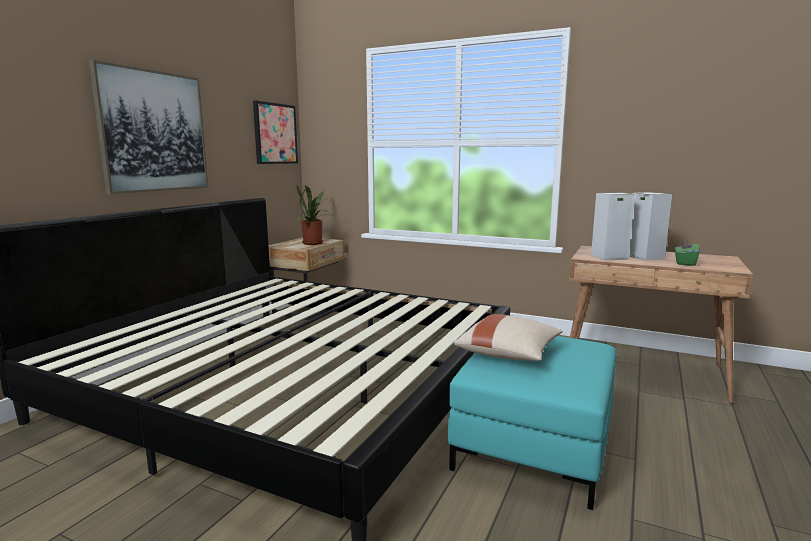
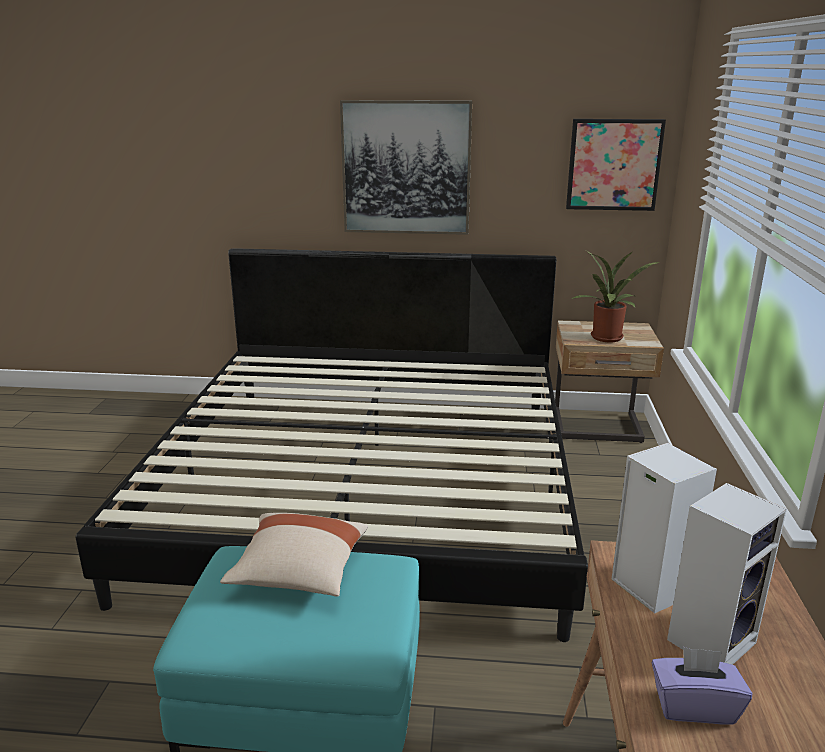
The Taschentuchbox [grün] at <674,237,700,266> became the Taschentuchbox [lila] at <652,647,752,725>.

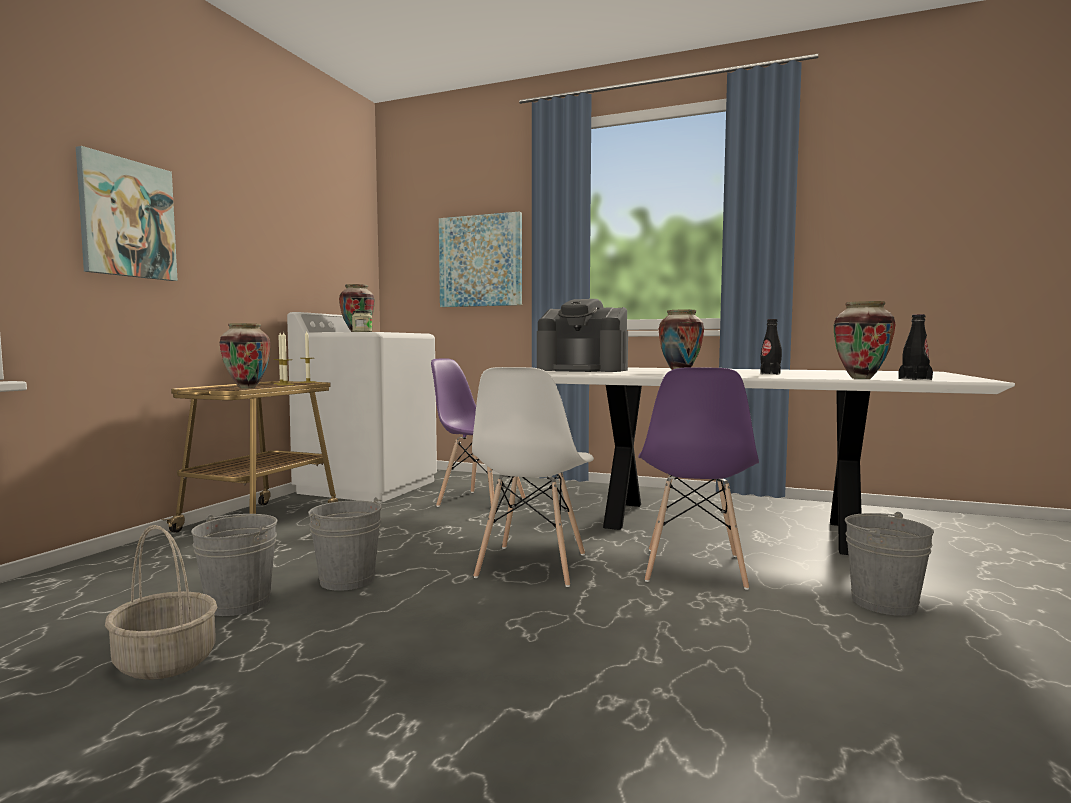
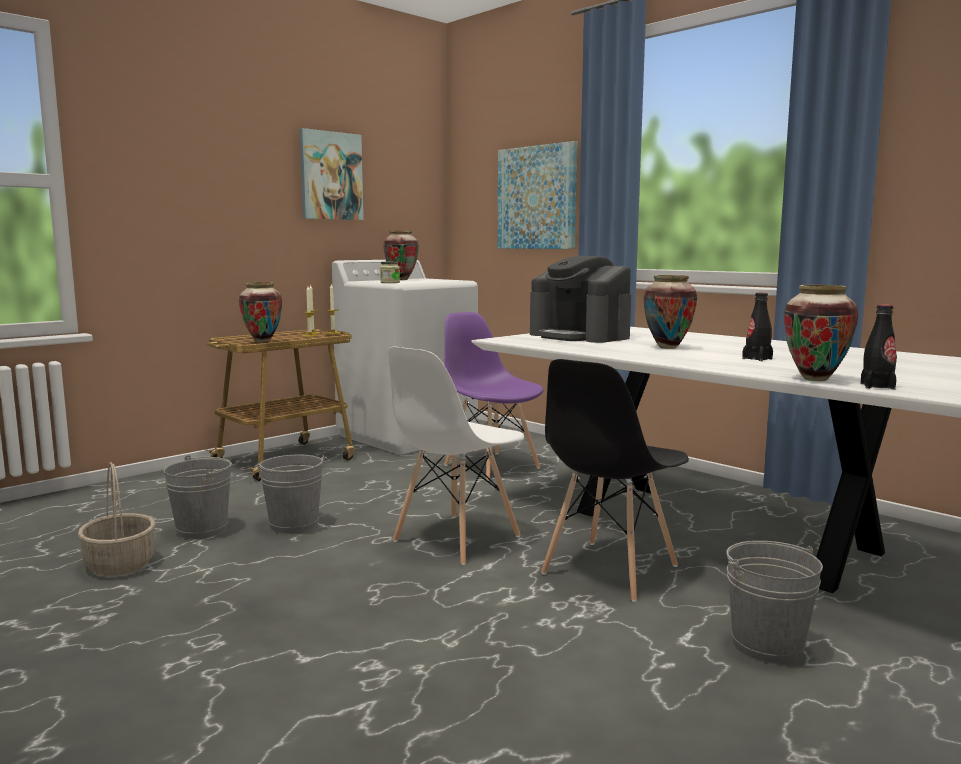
The Bild moved from <76,146,178,281> to <299,128,364,220>.
The Stuhl [lila] at <638,367,759,590> became the Stuhl [schwarz] at <541,359,689,602>.

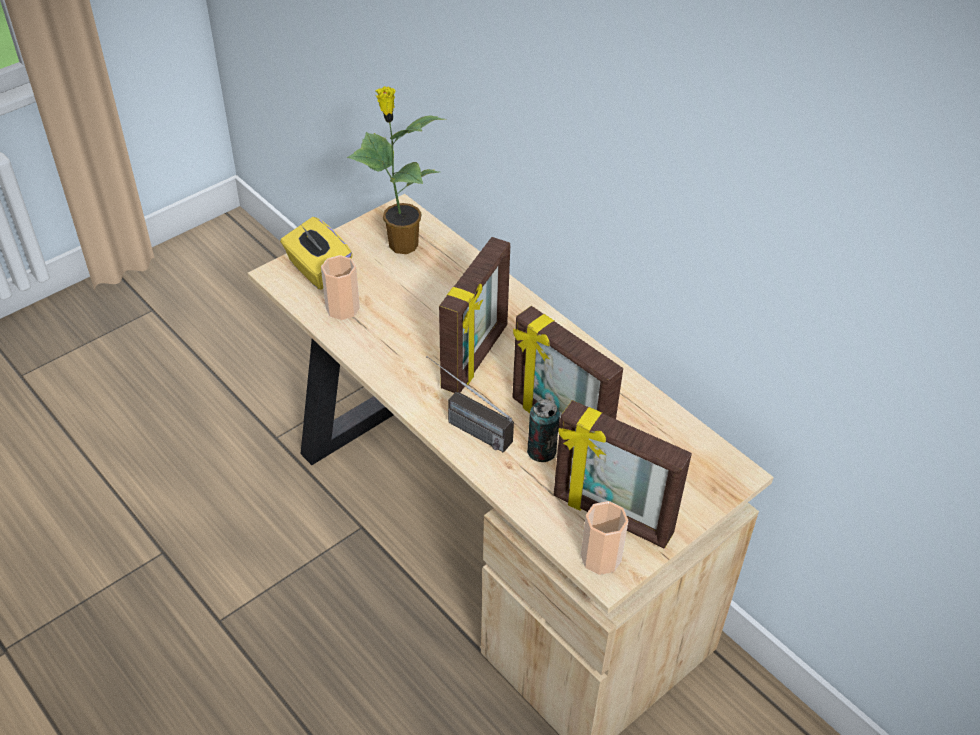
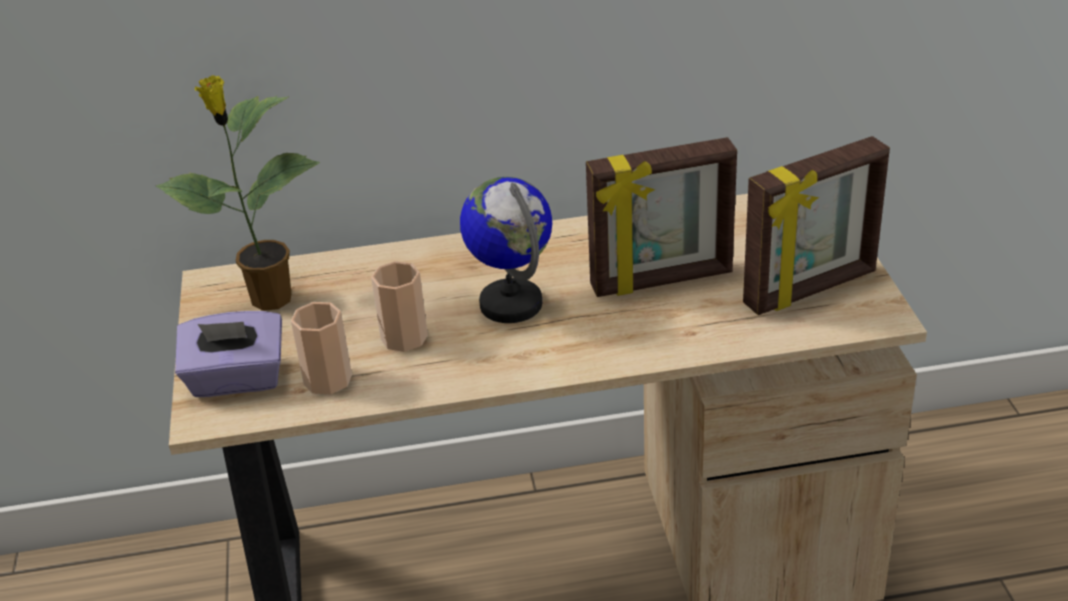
The Taschentuchbox [gelb] at <280,217,353,290> became the Taschentuchbox [lila] at <175,311,282,397>.
The Bilderrahmen at <439,237,510,393> was replaced by the Globus at <460,177,552,323>.
The Radio at <426,356,514,452> disappeared.
The Dose at <527,399,560,462> disappeared.
The Tasse moved from <581,501,628,575> to <371,261,428,352>.

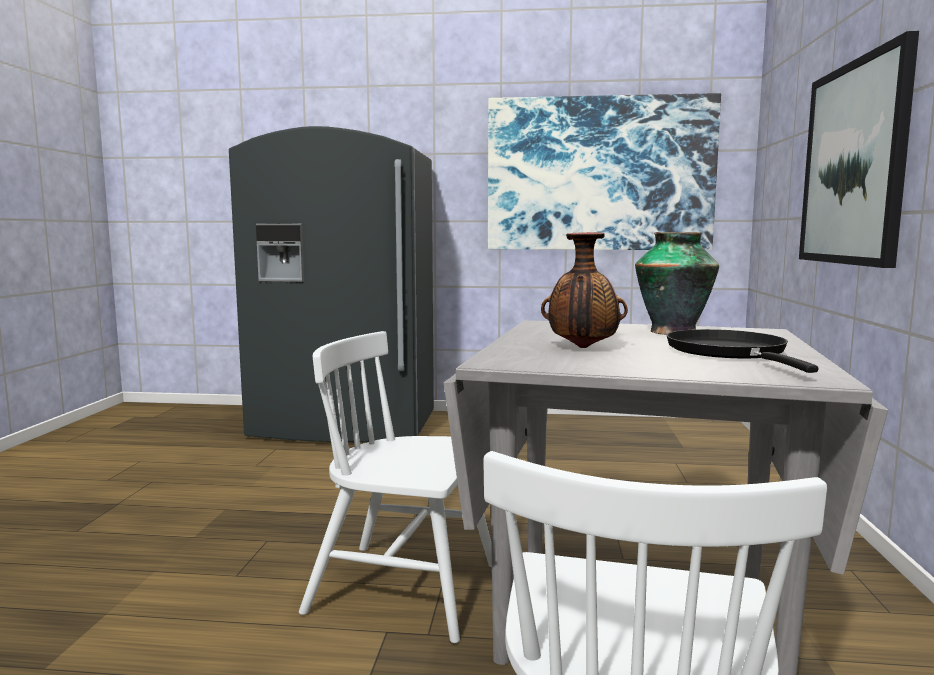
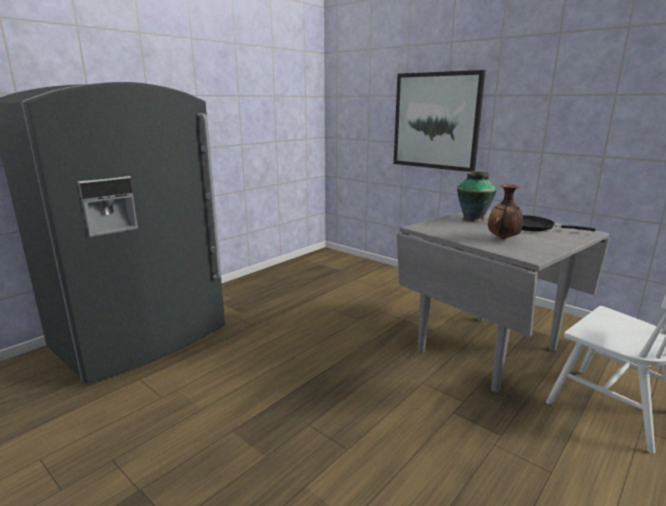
The Bild at <488,93,721,250> disappeared.
The Stuhl [weiß] at <299,331,492,643> disappeared.

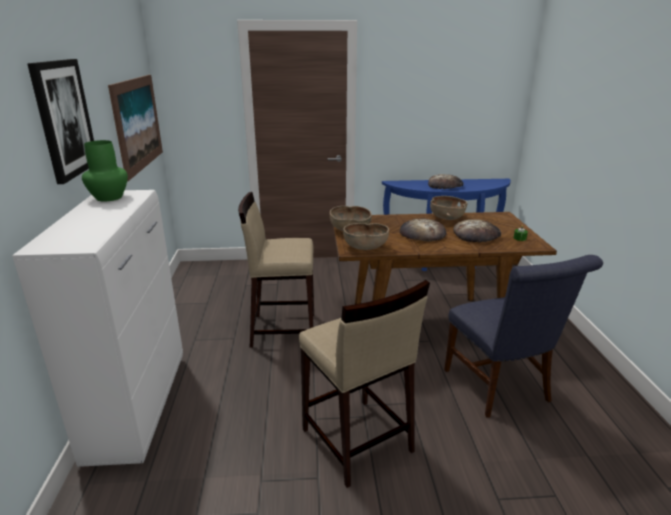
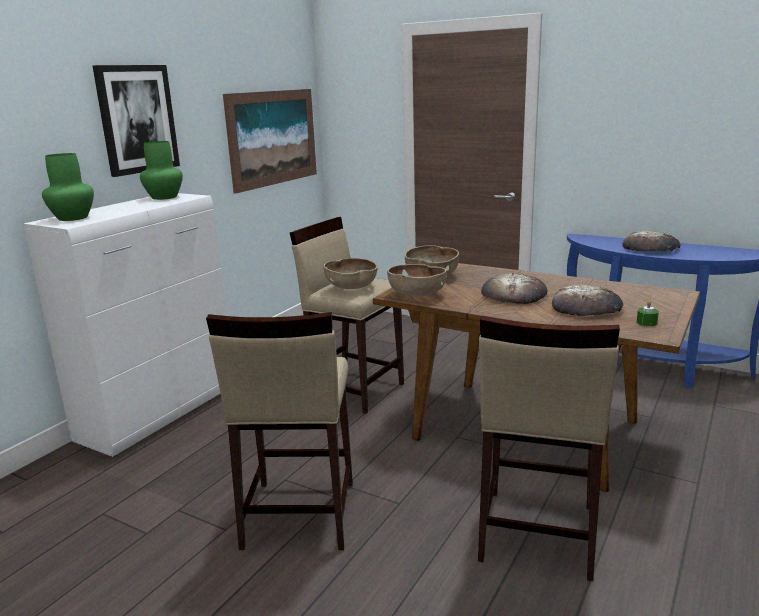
The Schüssel [braun] moved from <430,196,468,220> to <323,258,377,289>.
The Stuhl [blau] at <444,255,603,418> was replaced by the Hocker [beige] at <478,316,620,581>.
The Vase [grün] at <42,153,94,221> appeared.

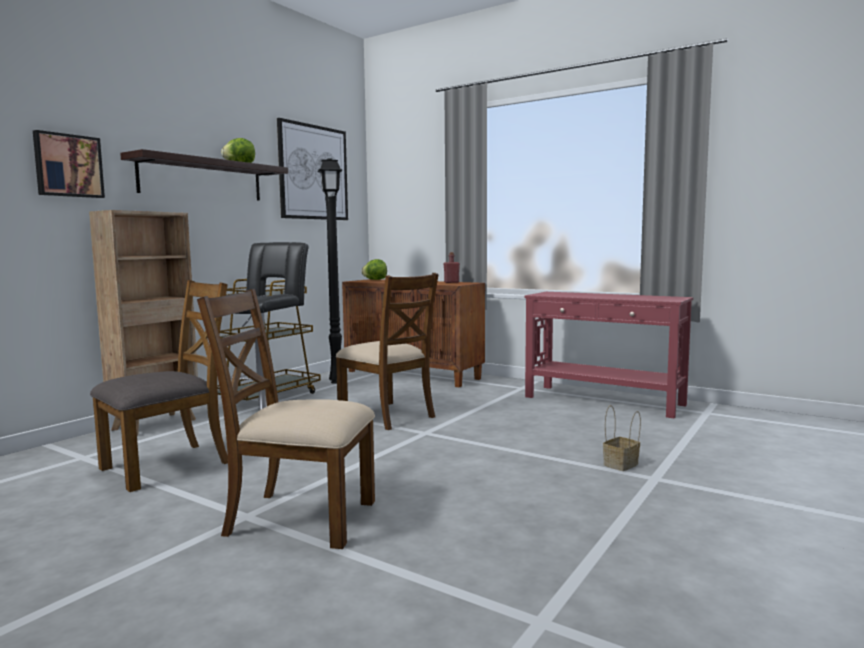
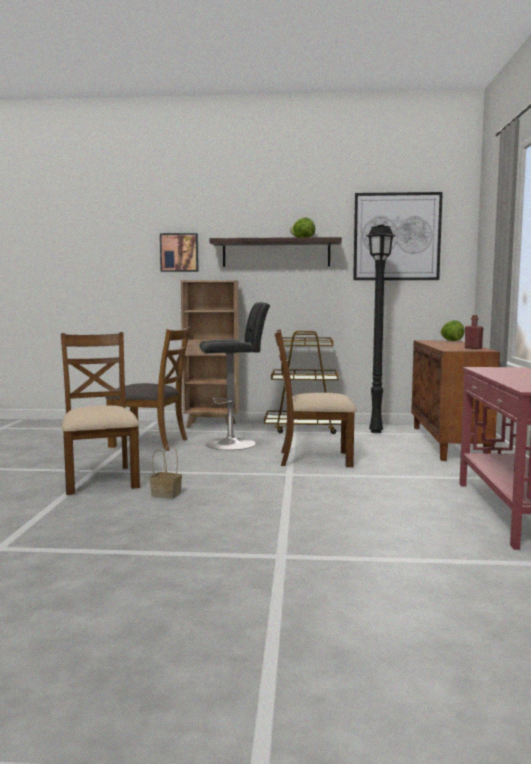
The Stuhl [braun] at <336,273,439,430> turned 75 degrees clockwise.
The Korb moved from <603,405,641,471> to <150,444,182,499>.

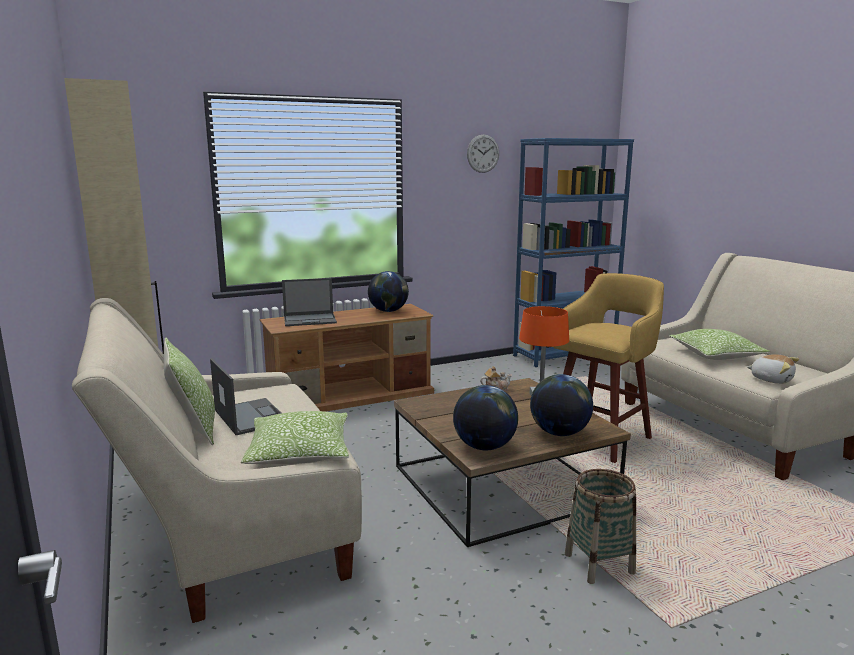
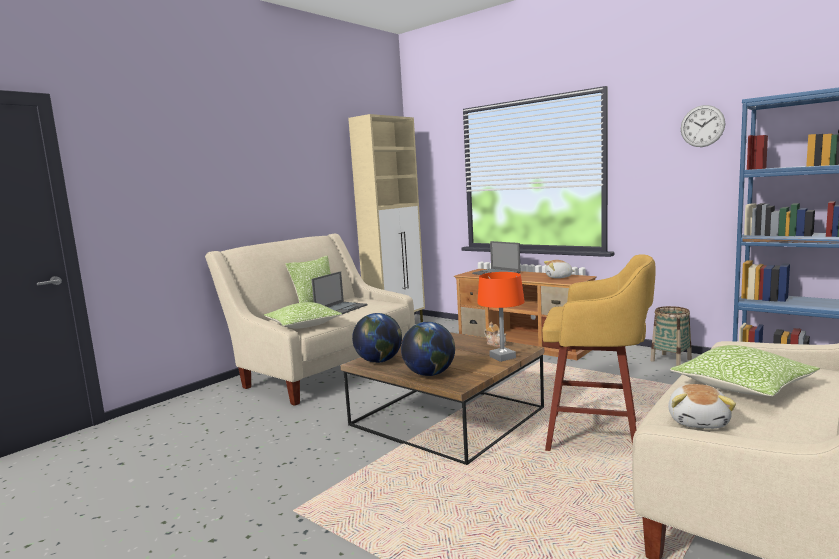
The Globus at <368,271,409,312> was replaced by the Plüschtier at <544,260,575,278>.
The Korb moved from <565,469,636,584> to <650,306,692,366>.

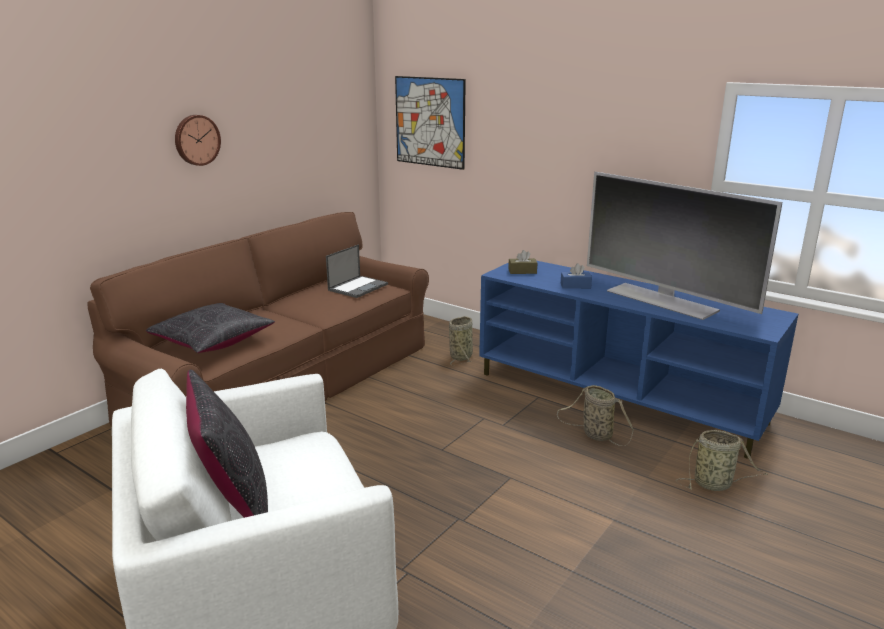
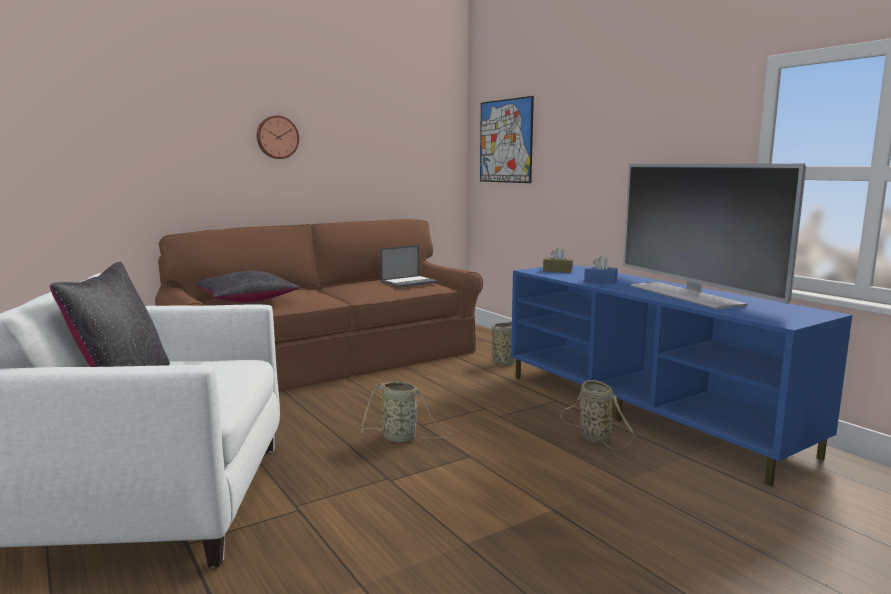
The Korb moved from <676,430,767,491> to <360,381,452,442>.

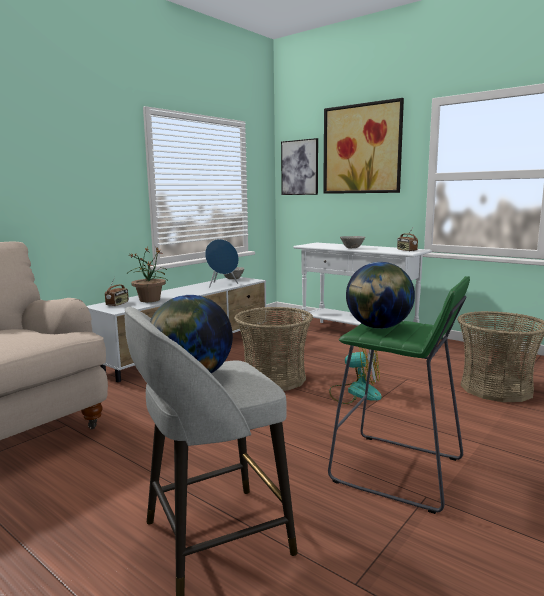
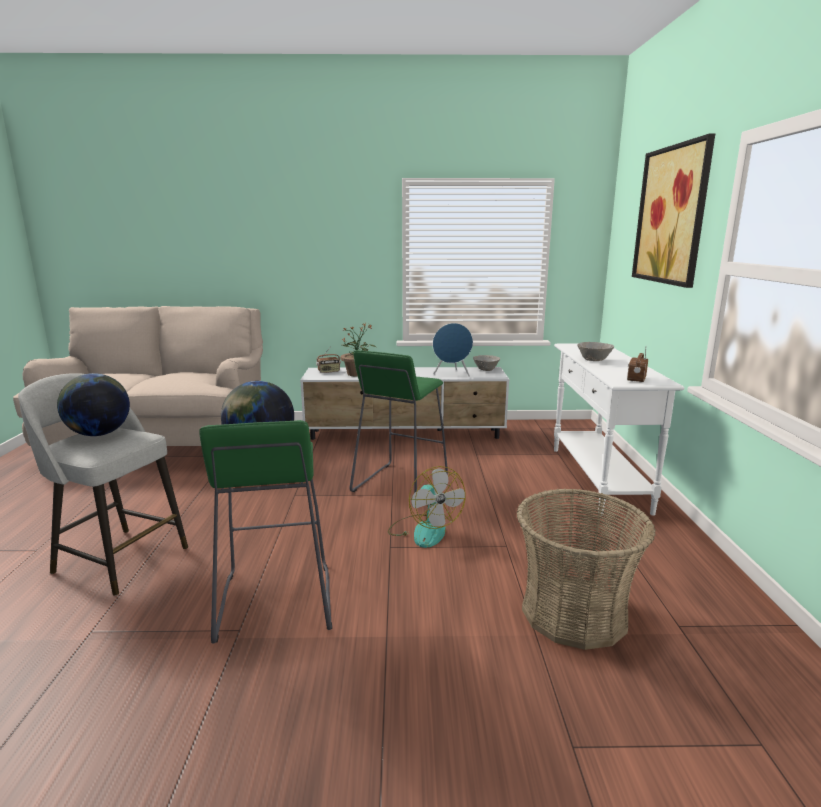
The Bild at <281,138,318,195> disappeared.
The Korb at <234,307,313,391> was replaced by the Hocker [grün] at <350,350,448,493>.

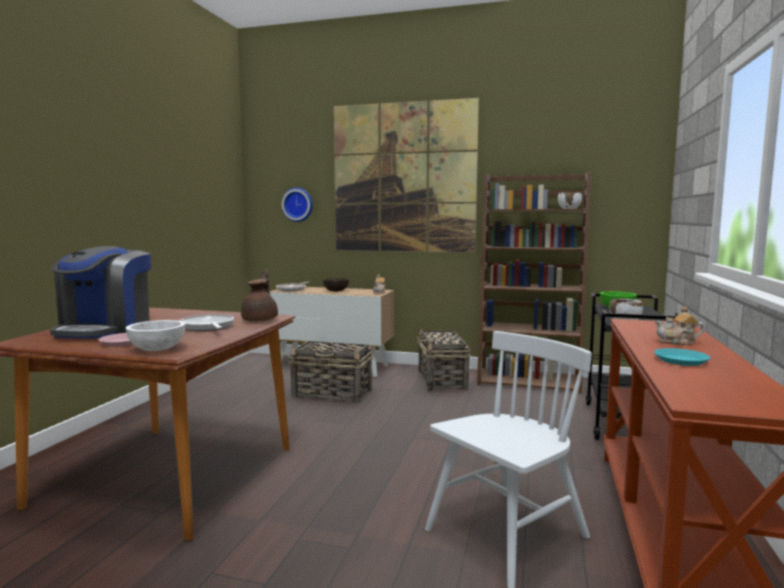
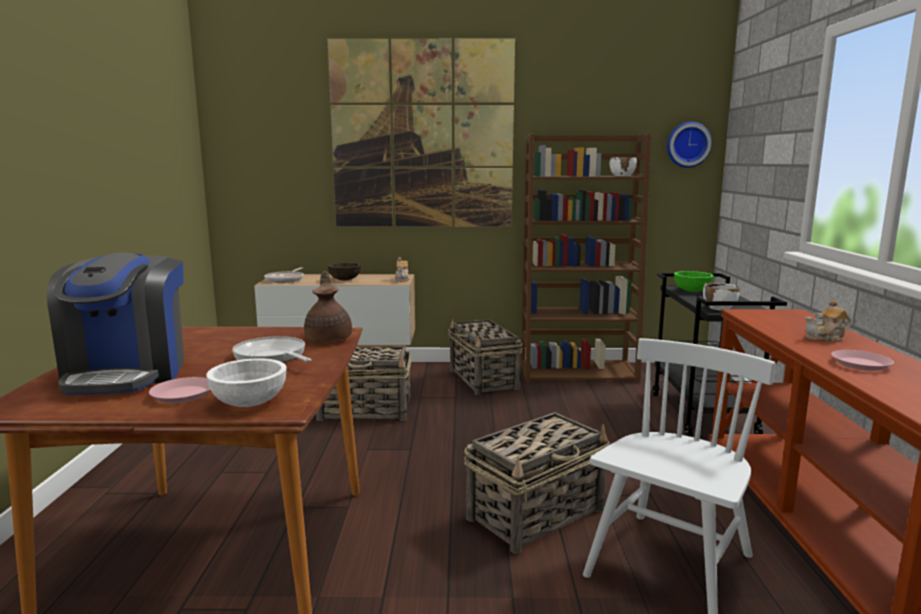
The Wanduhr moved from <281,188,313,222> to <667,121,712,168>.
The Teller [türkis] at <654,348,710,366> became the Teller [rosa] at <831,350,894,371>.
The Korb at <464,412,610,554> appeared.

